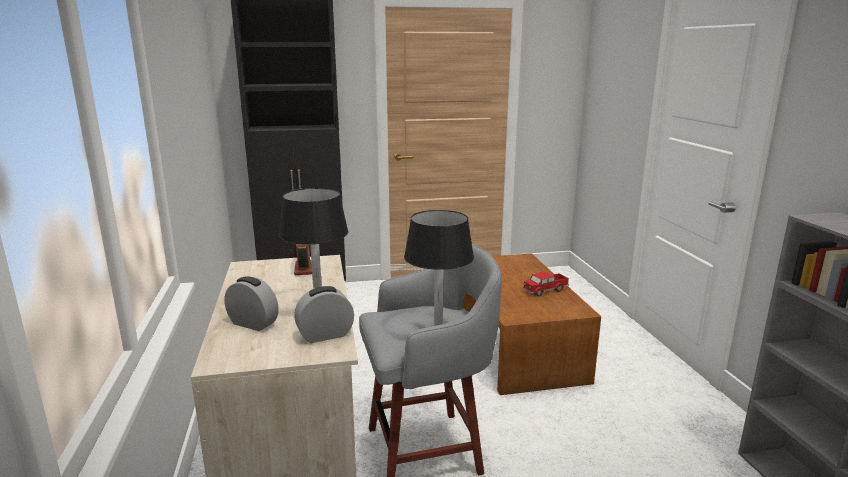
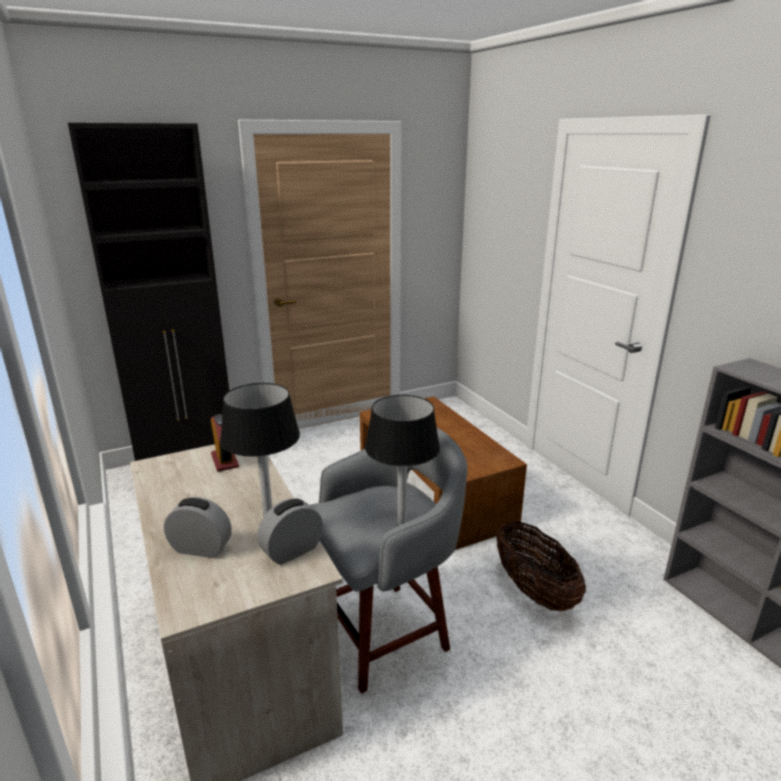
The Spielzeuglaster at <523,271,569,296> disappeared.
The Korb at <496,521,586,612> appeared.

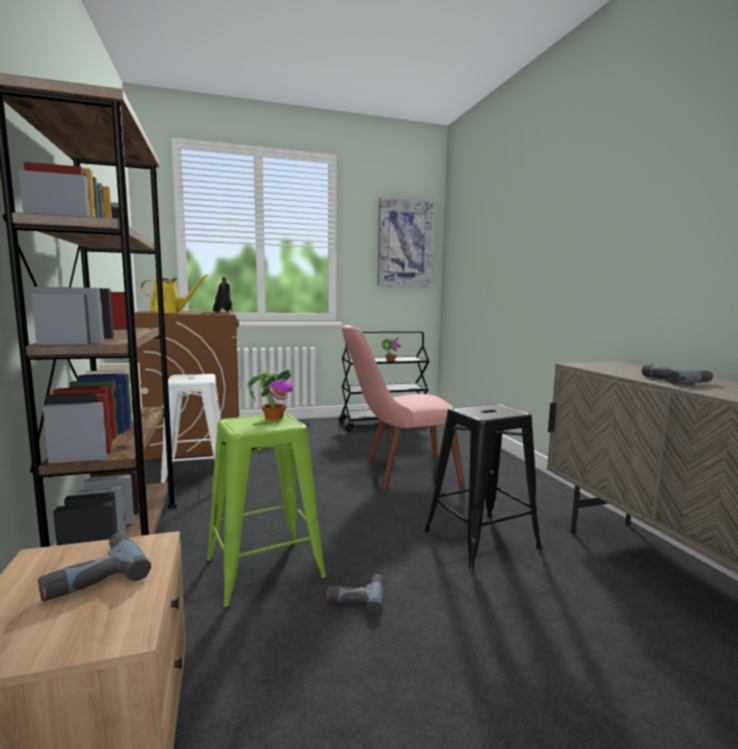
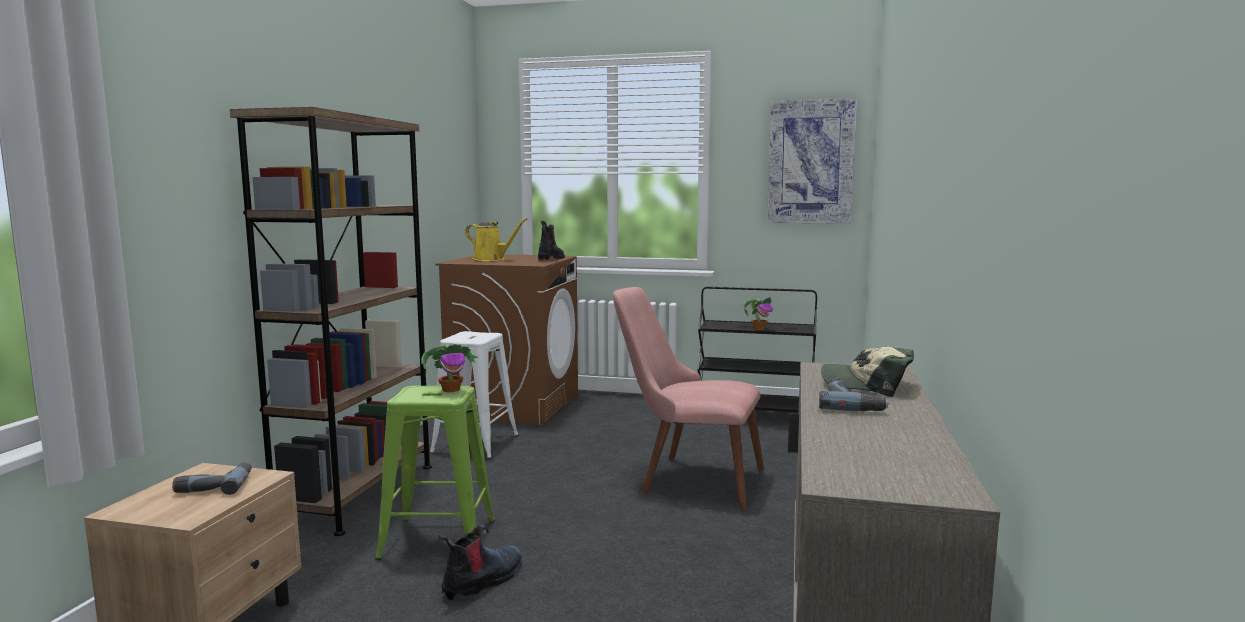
The Hocker [schwarz] at <424,403,542,570> disappeared.
The Bohrmaschine at <326,574,383,614> was replaced by the Stiefel at <438,524,522,601>.
The Kappe at <821,347,914,397> appeared.

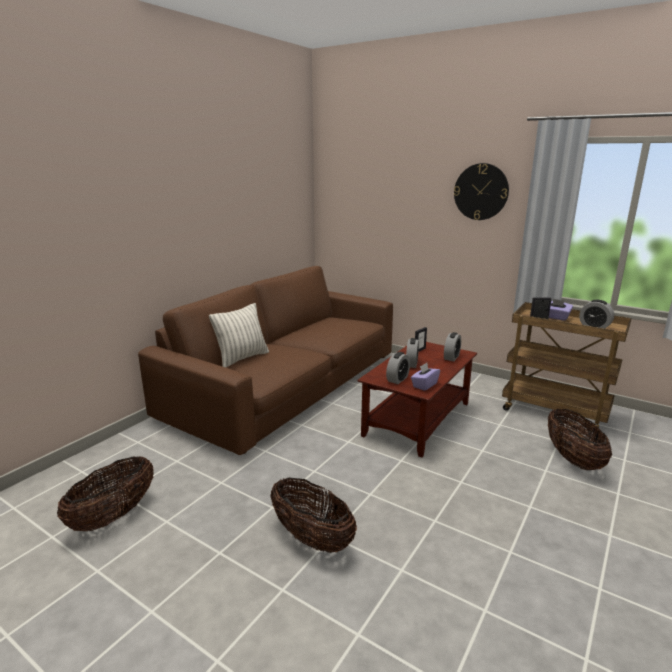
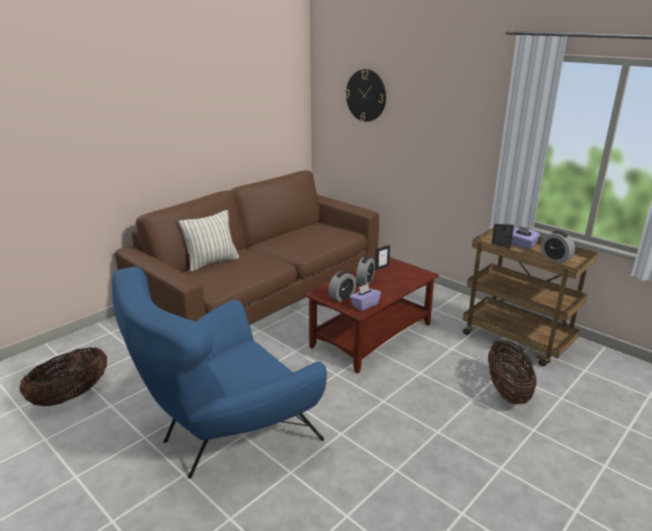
The Wanduhr moved from <454,163,509,220> to <345,69,386,122>.
The Wecker at <444,332,461,361> disappeared.
The Korb at <270,478,357,553> was replaced by the Sessel [blau] at <112,267,327,479>.

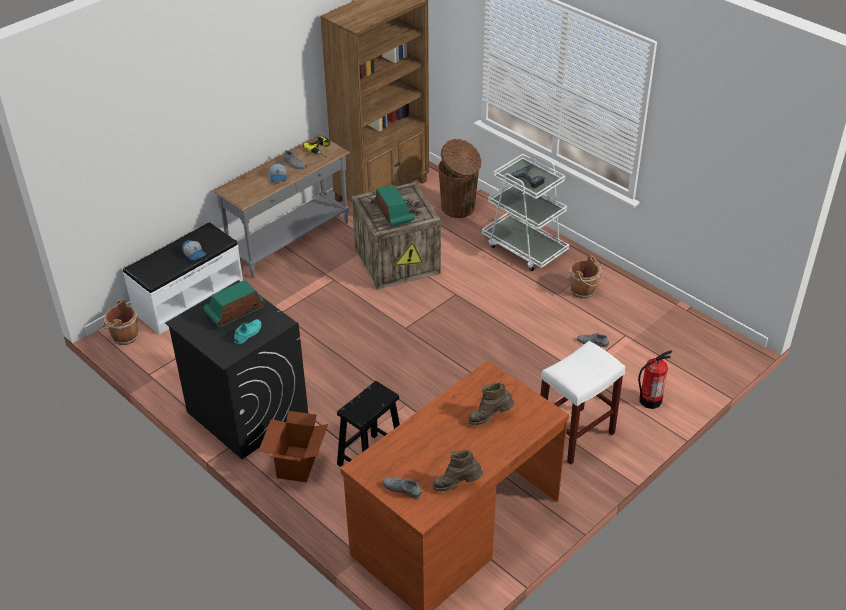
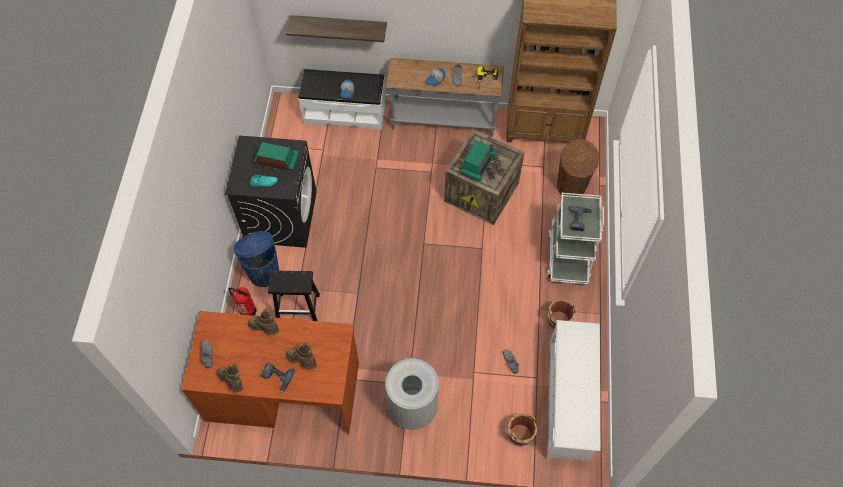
The Eimer [braun] moved from <102,299,139,345> to <505,413,537,447>.
The Hocker [weiß] at <541,341,625,465> was replaced by the Mülleimer [grau] at <385,358,439,430>.
The Feuerlöscher moved from <638,350,672,409> to <229,287,257,316>.
The Karton at <258,411,328,483> was replaced by the Mülleimer [blau] at <233,231,279,287>.
The Wandregal at <286,15,387,42> appeared.
The Stiefel [braun] at <248,309,279,335> appeared.
The Schuhregal [weiß] at <547,320,600,461> appeared.
The Bohrmaschine at <261,362,295,394> appeared.

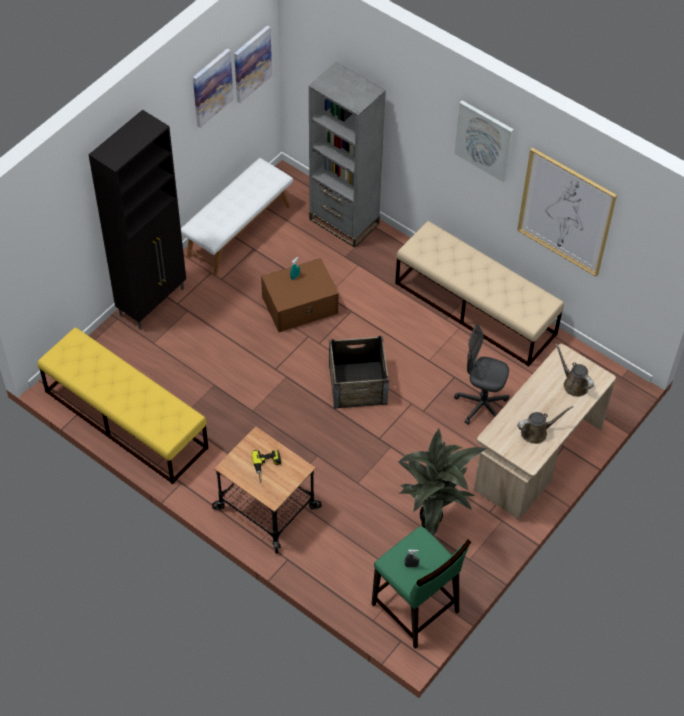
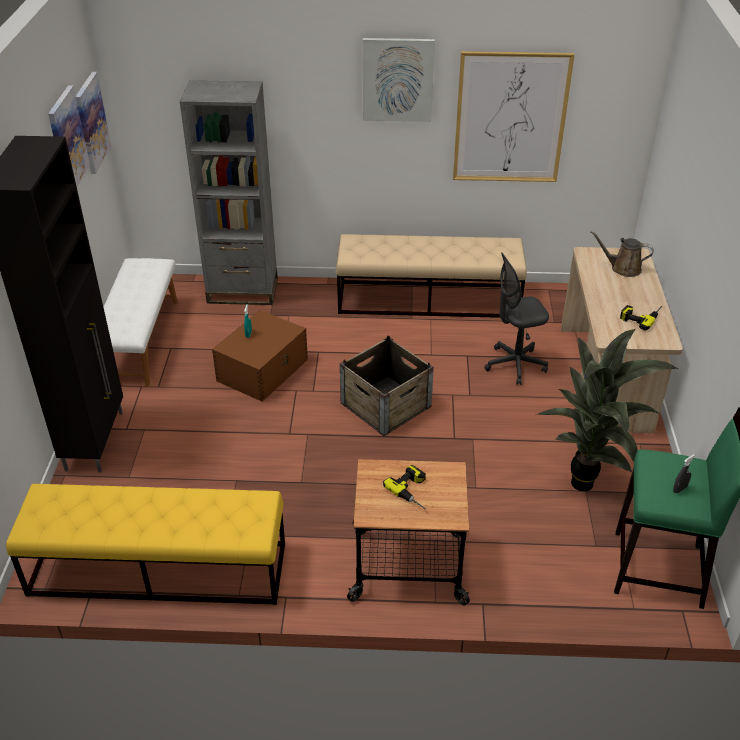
The Gießkanne [braun] at <517,406,573,444> was replaced by the Bohrmaschine at <620,305,662,331>.

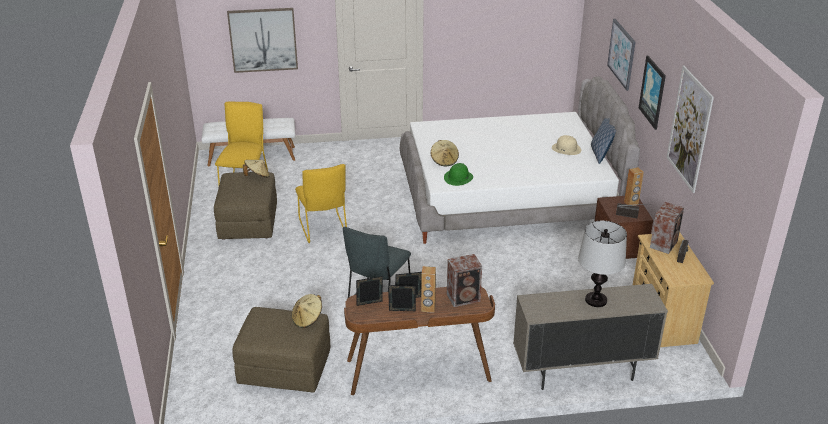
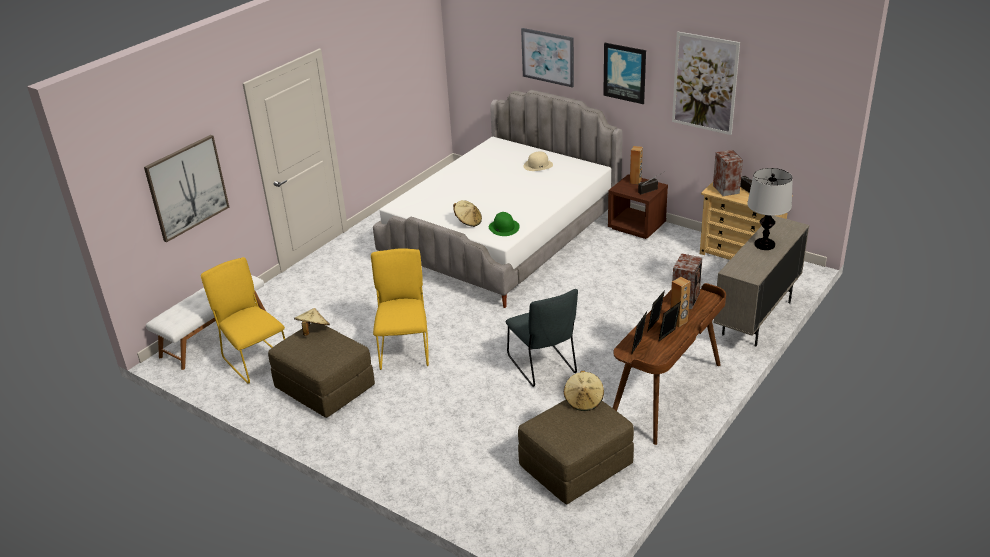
The Kissen at <591,118,616,164> disappeared.
The Stuhl [gelb] at <295,164,347,243> turned 120 degrees counterclockwise.

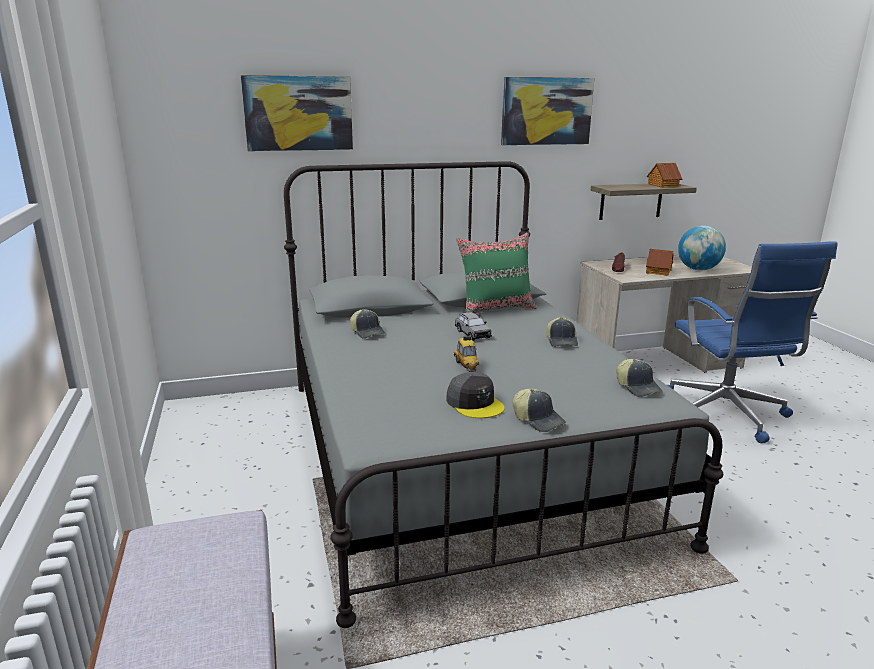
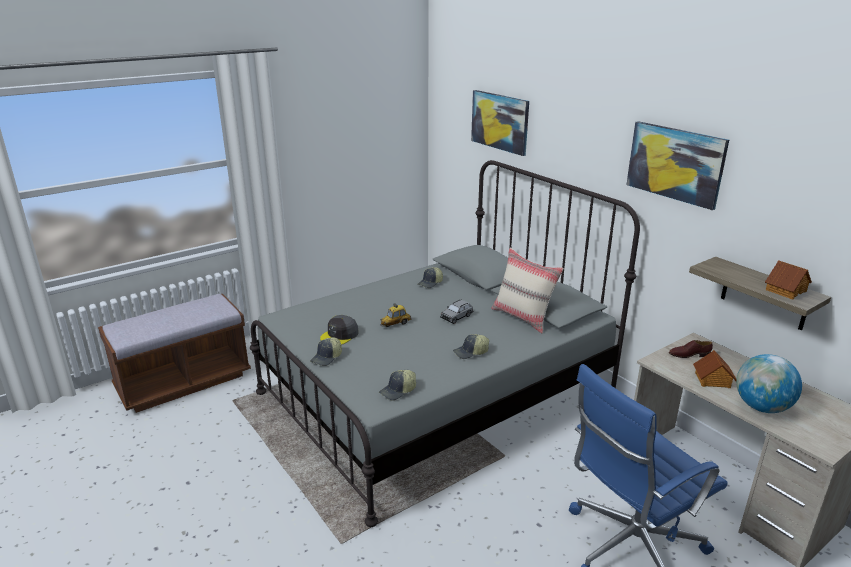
The Kissen [grün] at <456,233,536,314> became the Kissen [beige] at <491,248,564,333>.

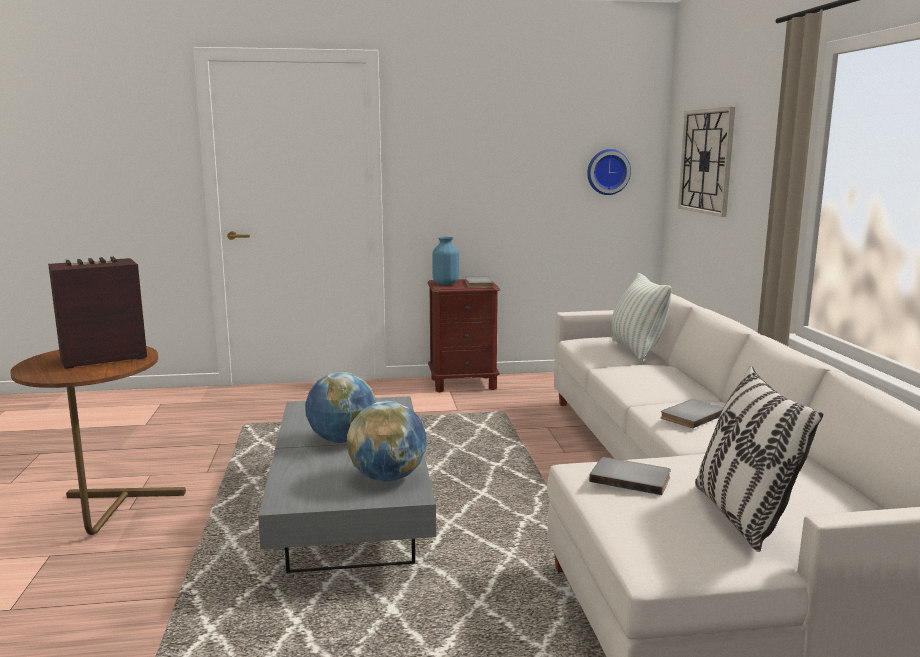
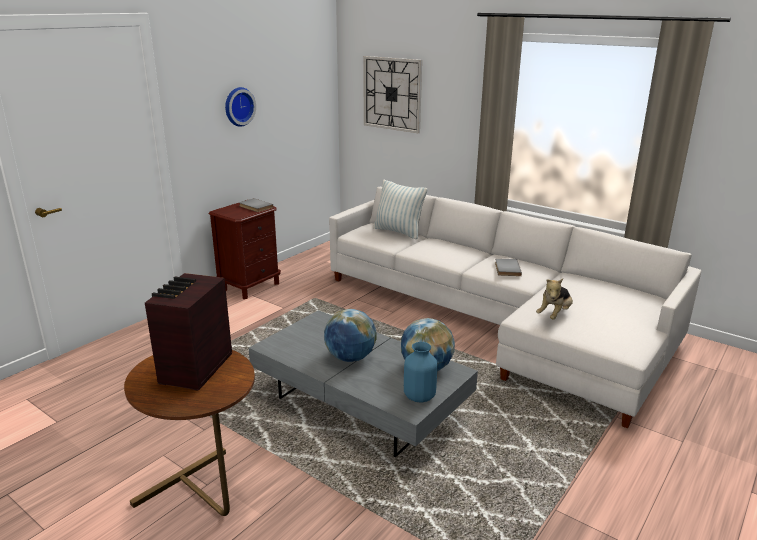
The Wanduhr moved from <587,149,631,195> to <225,87,256,127>.
The Vase [blau] moved from <432,237,459,285> to <404,342,438,403>.
The Kissen at <695,366,823,552> disappeared.
The Buch [grau] at <589,457,671,495> was replaced by the Plüschtier at <536,279,573,319>.

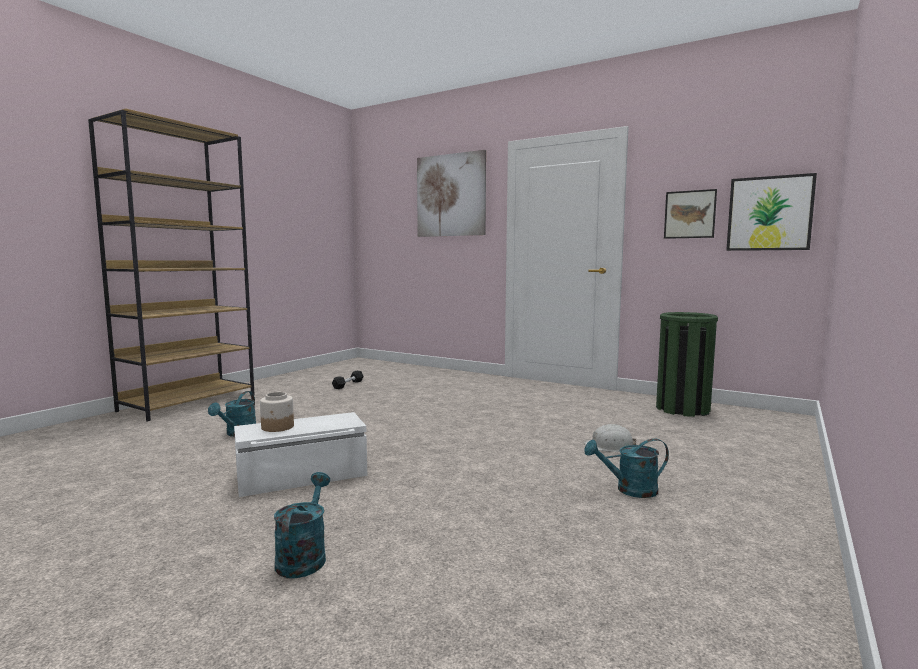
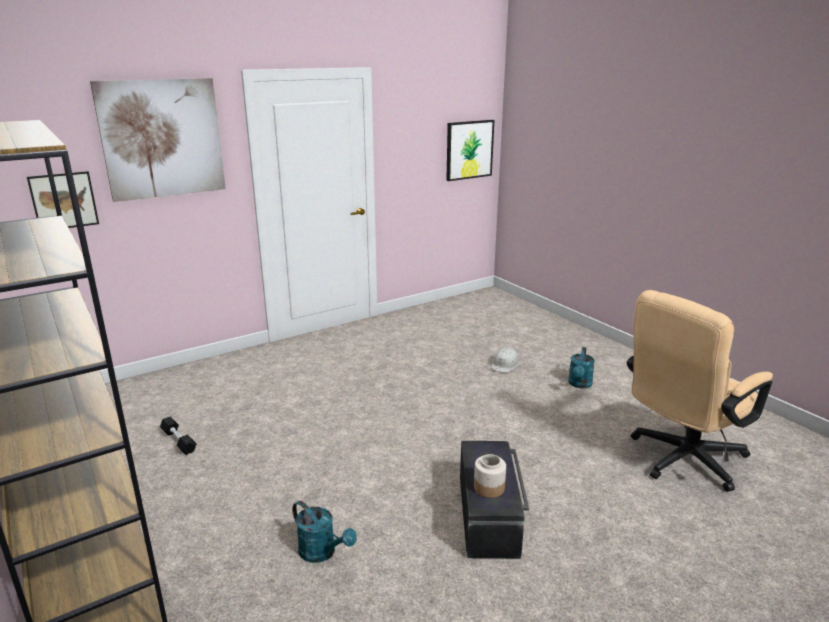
The Bild moved from <664,189,717,239> to <27,171,99,228>.
The Mülleimer [grün] at <656,312,718,417> disappeared.
The Aufbewahrungsbox [weiß] at <234,412,367,497> became the Aufbewahrungsbox [schwarz] at <460,441,529,559>.
The Gießkanne [türkis] at <274,472,330,579> disappeared.
The Bürostuhl [beige] at <627,290,773,492> appeared.

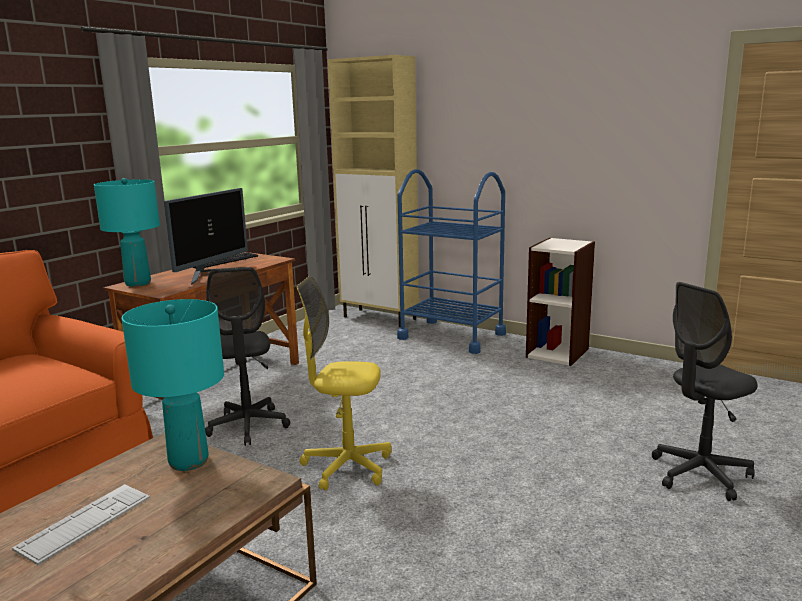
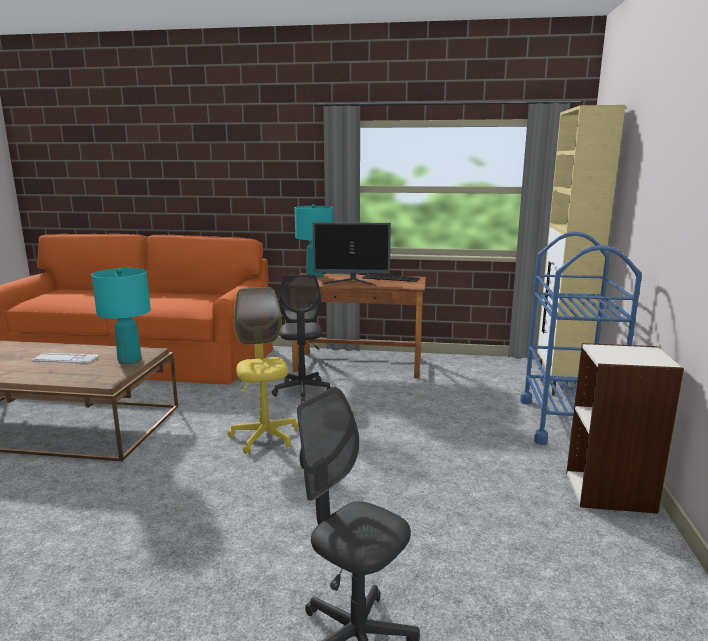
The Bürostuhl [grau] at <205,267,290,446> turned 60 degrees counterclockwise.

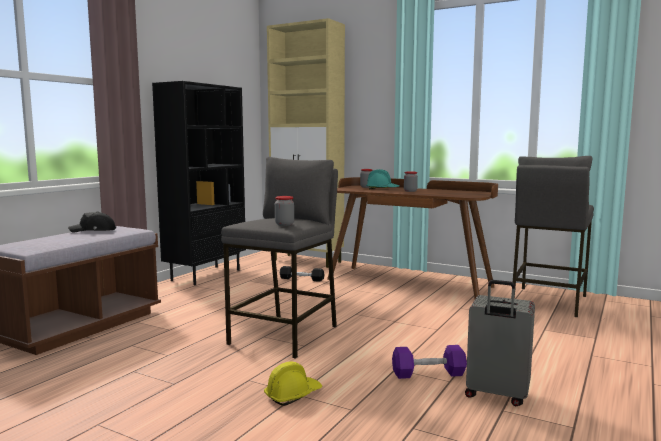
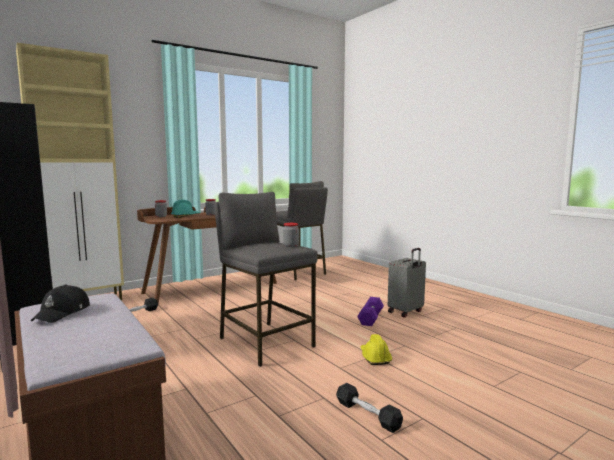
The Hantel [schwarz] at <336,383,403,433> appeared.

